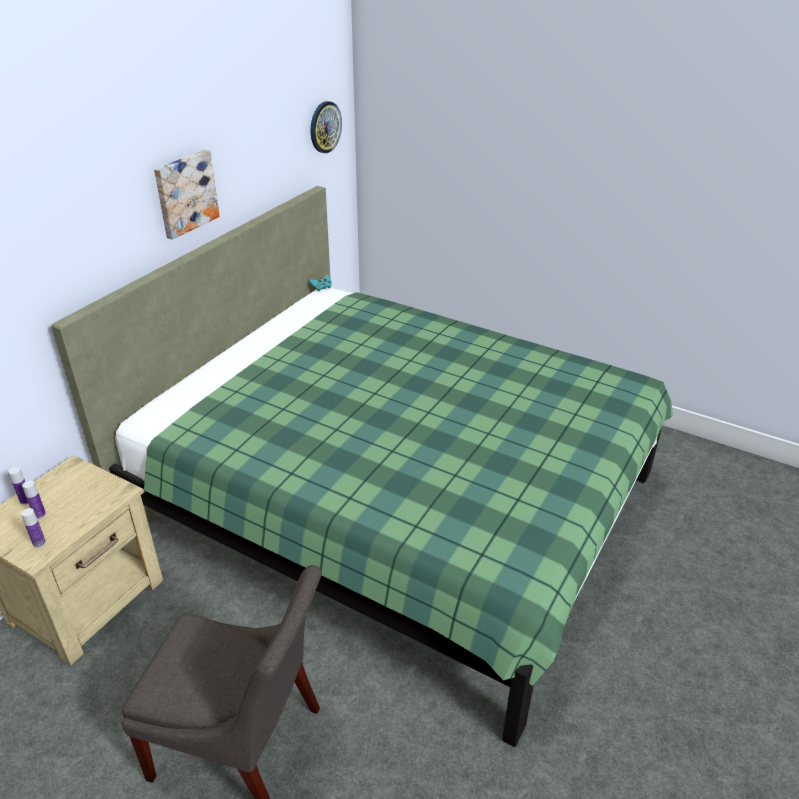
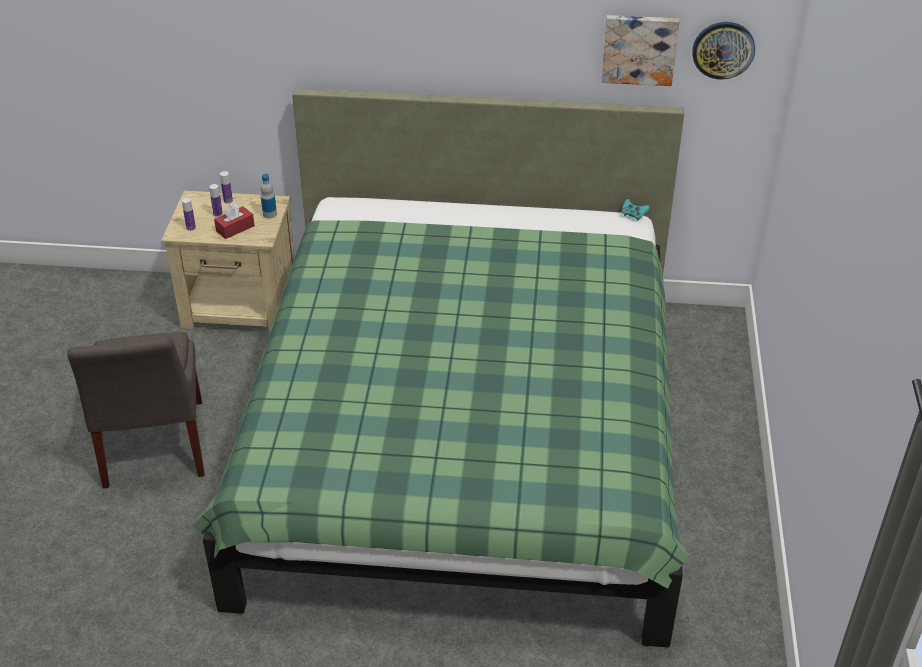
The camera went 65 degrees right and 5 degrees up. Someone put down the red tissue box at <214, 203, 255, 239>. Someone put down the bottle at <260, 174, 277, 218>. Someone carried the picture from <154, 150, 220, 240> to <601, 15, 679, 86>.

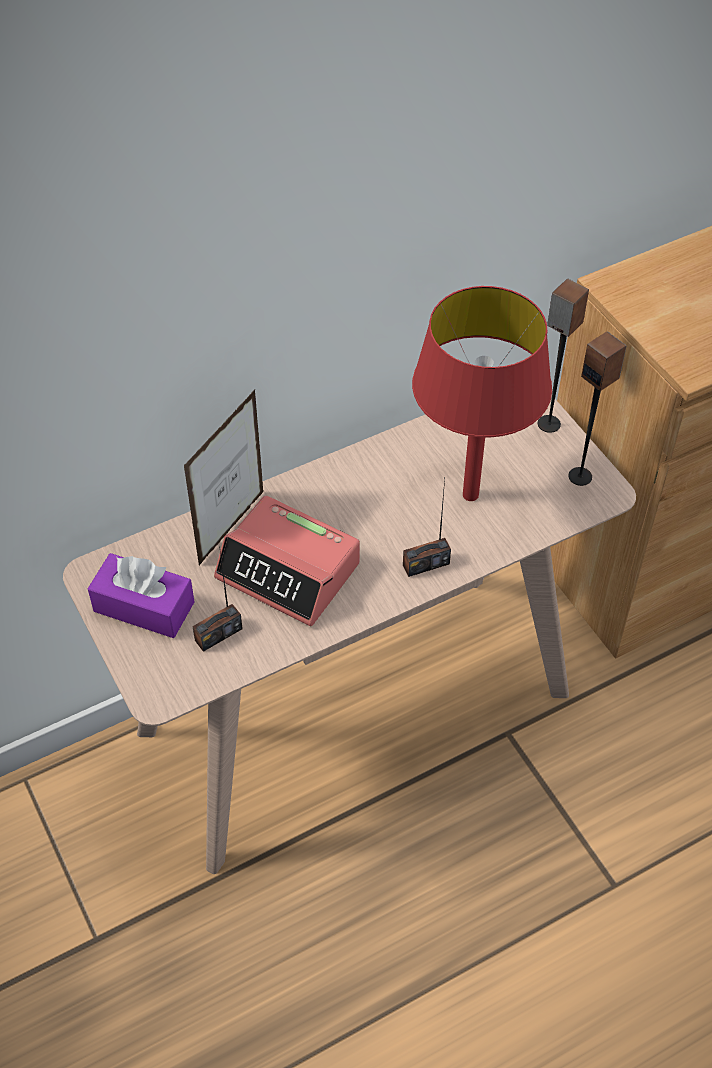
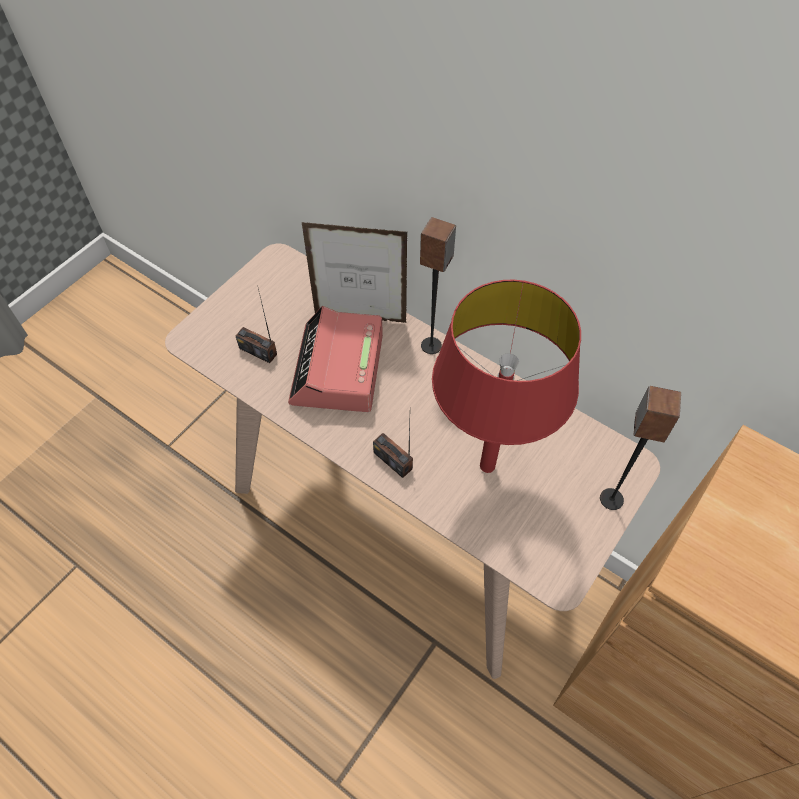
The camera went 65 degrees right and 5 degrees up. Someone carried the speaker from <568, 331, 627, 486> to <420, 217, 456, 354>. Someone took away the purple tissue box at <88, 553, 195, 638>.

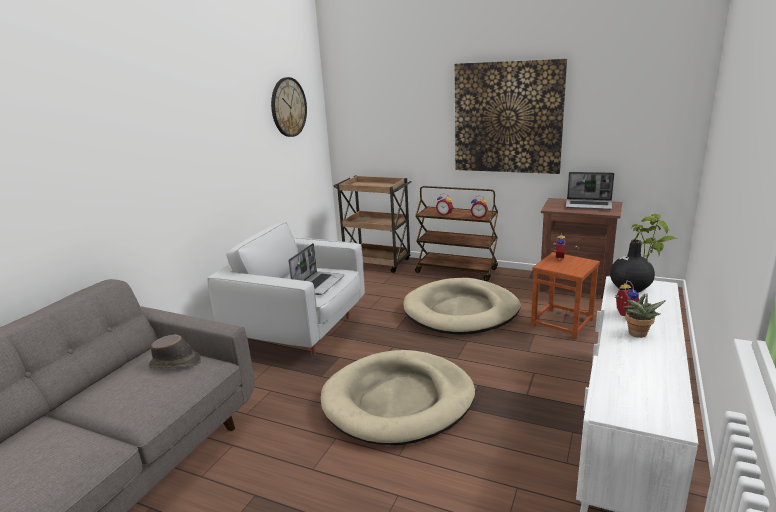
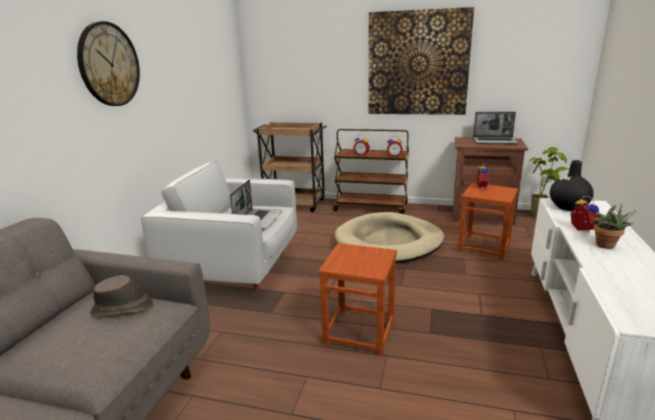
The camera went 10 degrees left and 0 degrees up. Someone carried the wall clock from <271, 77, 307, 137> to <77, 21, 140, 106>. Someone swapped the beige dog bed at <321, 350, 475, 446> for the brown stool at <318, 243, 397, 356>.

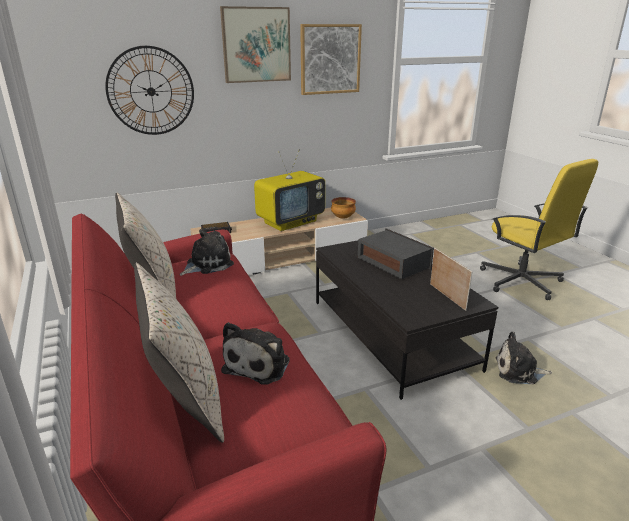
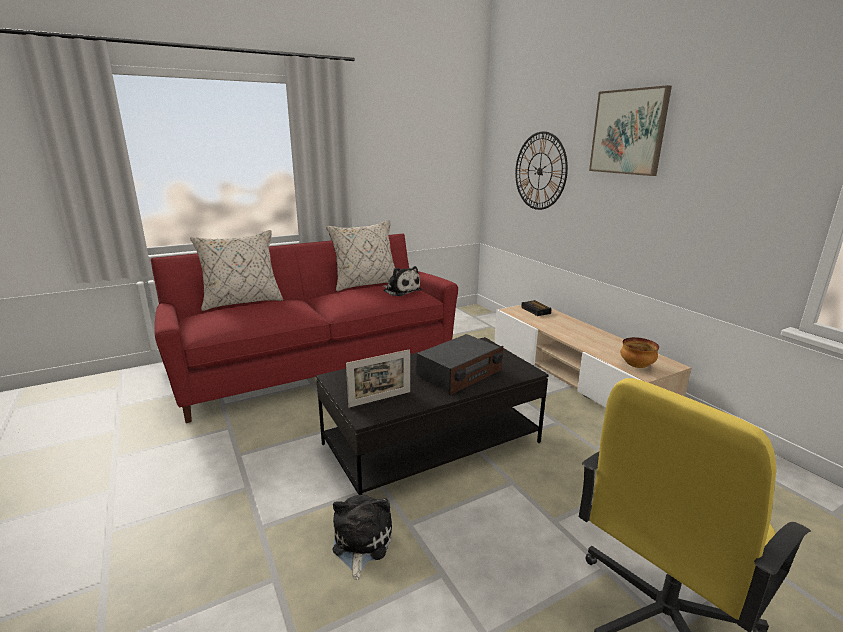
The camera went 85 degrees right and 5 degrees down. Someone took away the plush toy at <221, 322, 290, 385>. Someone took away the television at <254, 149, 325, 231>. Someone took away the picture at <300, 24, 362, 95>.

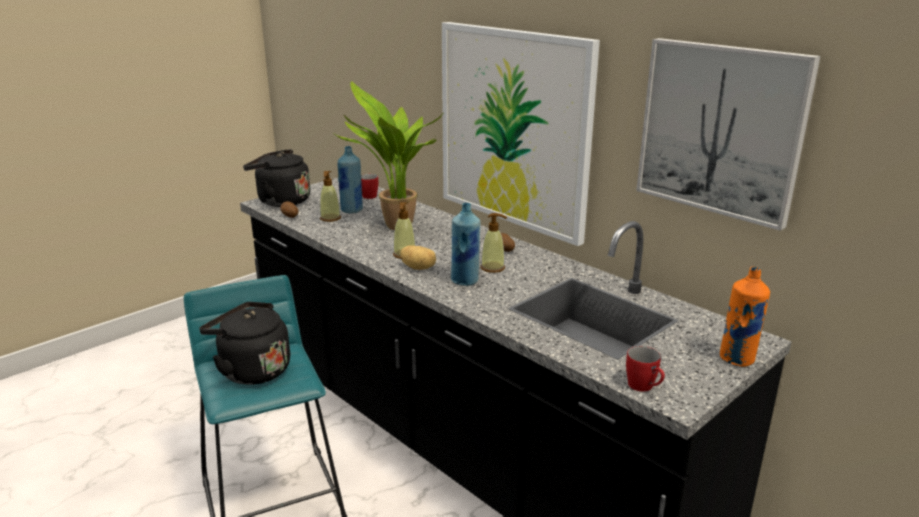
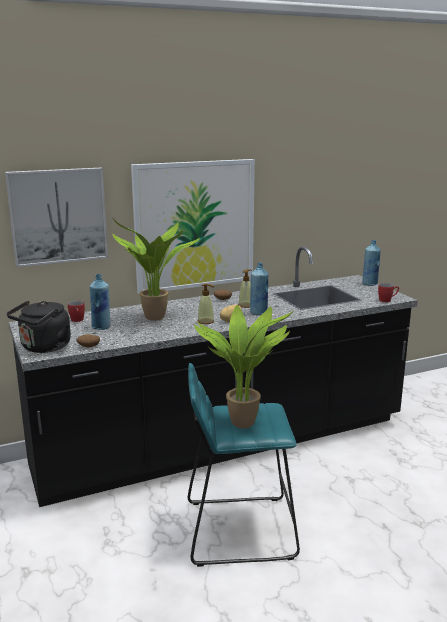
The camera went 70 degrees left and 5 degrees down. Someone carried the picture from <636, 38, 821, 231> to <5, 168, 108, 267>. Someone swapped the black kettle at <199, 302, 290, 385> for the potted plant at <194, 305, 295, 428>. Someone repainted the orange bottle at <720, 267, 770, 367>, which became the blue bottle at <362, 240, 381, 286>. Someone took away the soap dispenser at <320, 171, 341, 222>.

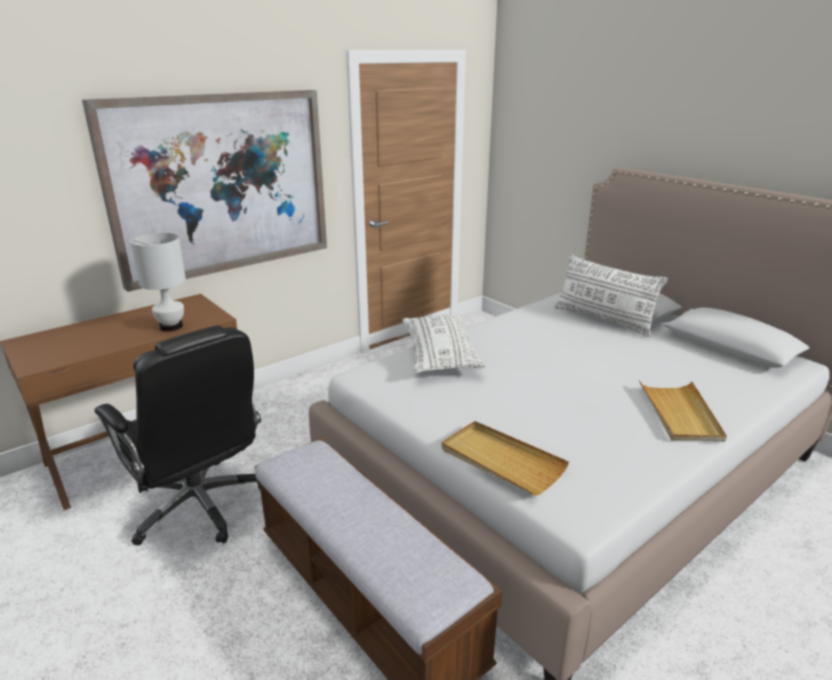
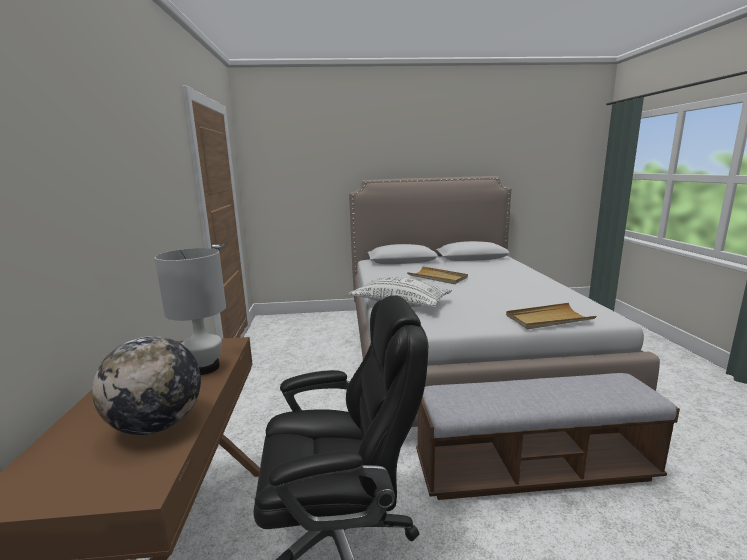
The camera went 55 degrees left and 10 degrees down. Someone put down the globe at <92, 336, 201, 435>. Someone carried the beige tray from <639, 380, 727, 442> to <407, 266, 468, 284>. Someone took away the picture at <82, 90, 327, 292>. Someone took away the white pillow at <555, 254, 668, 337>.

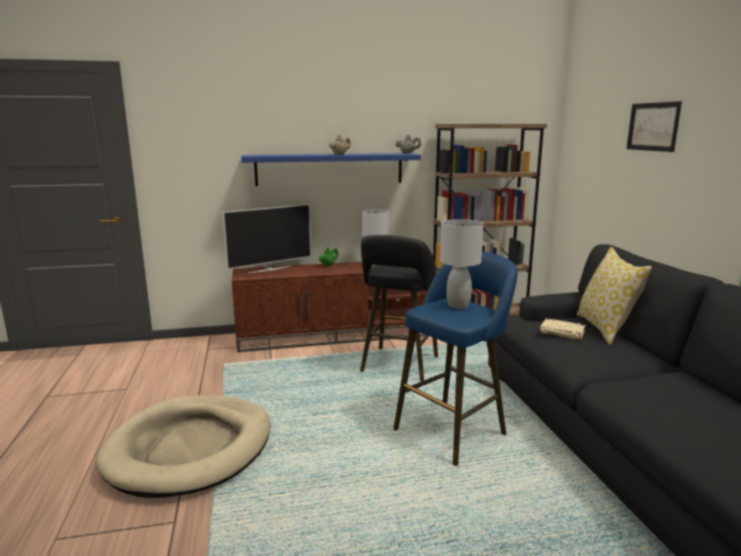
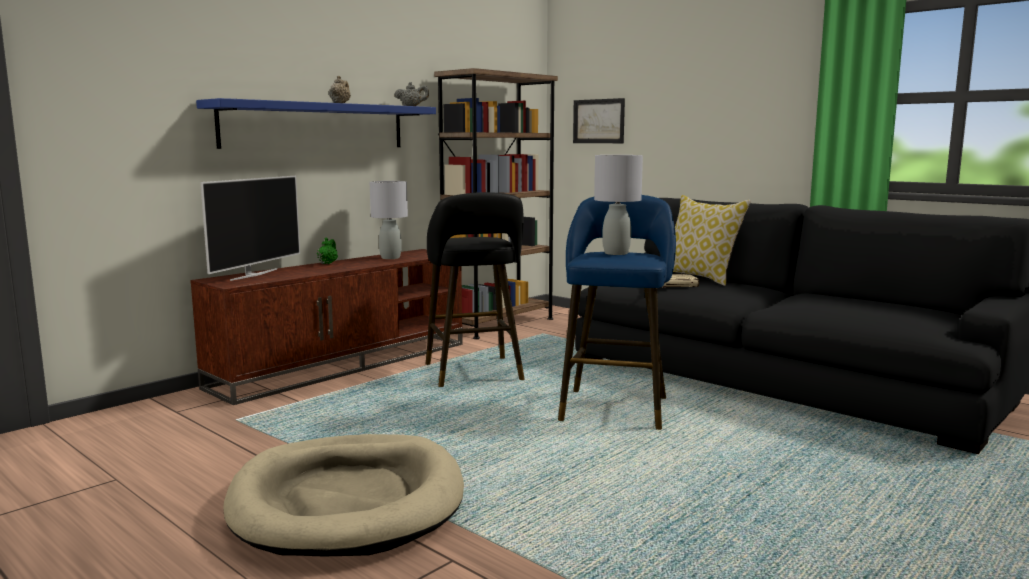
The camera went 35 degrees left and 5 degrees down. Someone carried the picture from <627, 101, 682, 152> to <573, 98, 625, 143>.

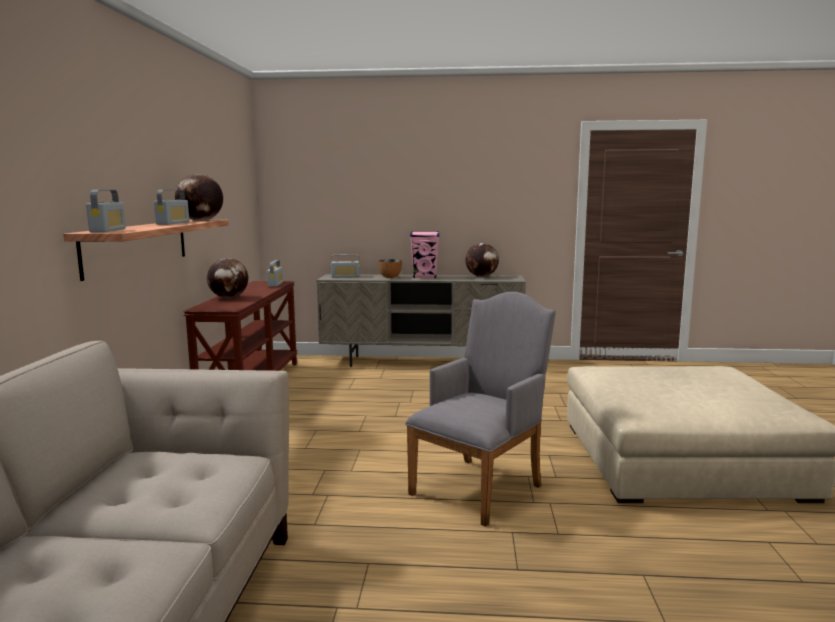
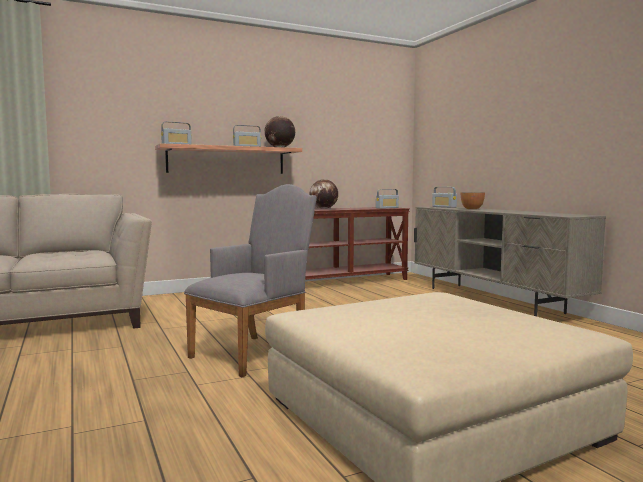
The camera went 60 degrees right and 5 degrees down. Someone rotated the grey armchair at <405, 292, 556, 527> by 60 degrees counterclockwise. Someone took away the pink speaker at <410, 231, 439, 278>. Someone took away the globe at <466, 243, 499, 277>.

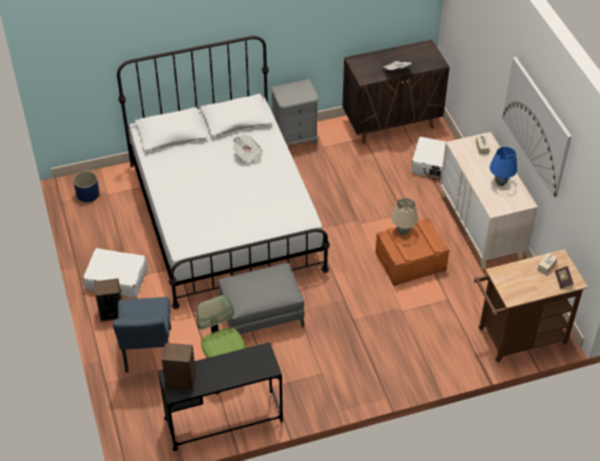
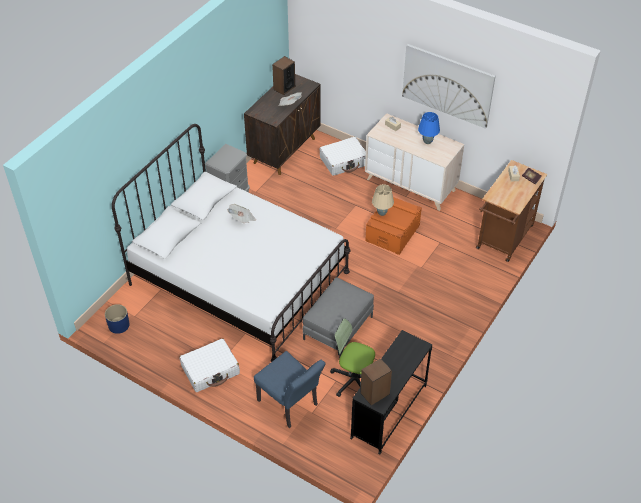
The camera went 40 degrees left and 0 degrees up. Someone carried the speaker from <94, 278, 122, 322> to <272, 56, 295, 95>.

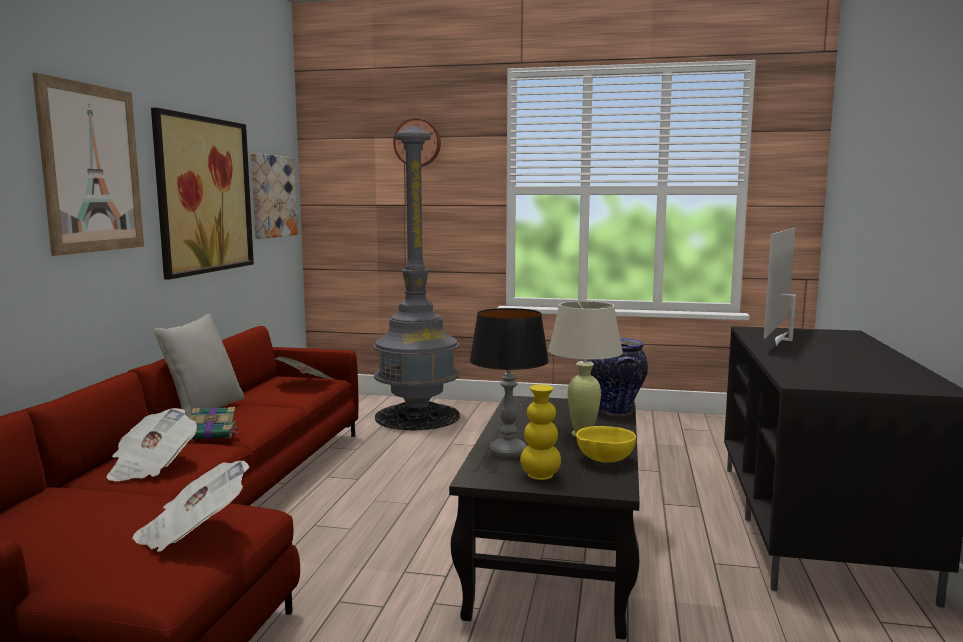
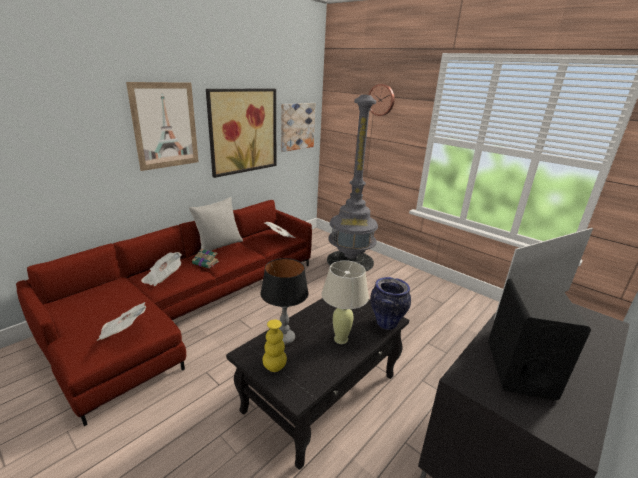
The camera went 30 degrees right and 15 degrees up. Someone put down the black speaker at <488, 278, 591, 400>. Someone took away the yellow bowl at <576, 426, 636, 463>.

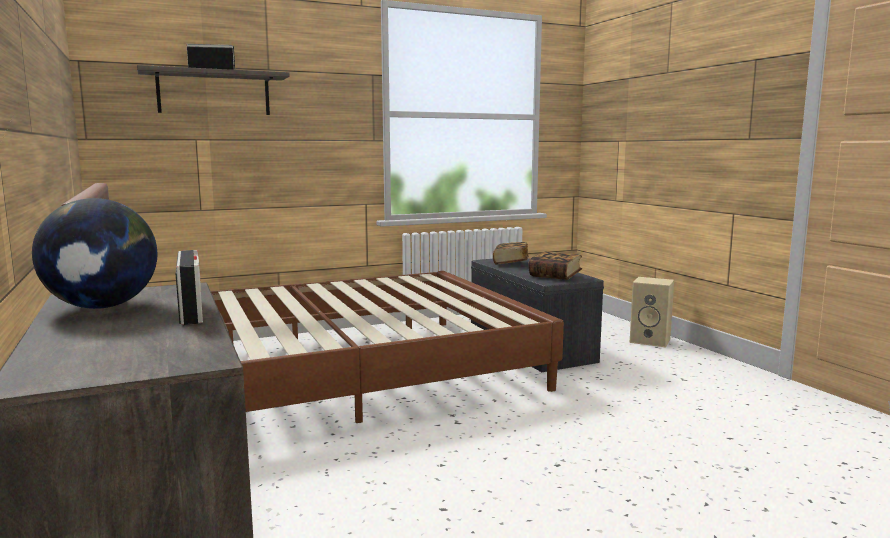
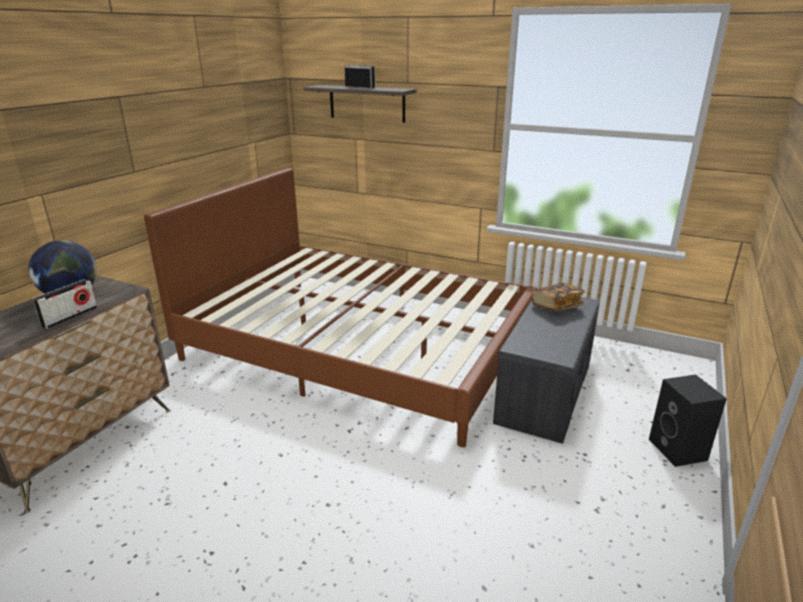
The camera went 50 degrees right and 15 degrees up. Someone repainted the beige speaker at <630, 277, 674, 347>, which became the black speaker at <649, 375, 727, 467>. Someone took away the book at <528, 252, 582, 280>.

